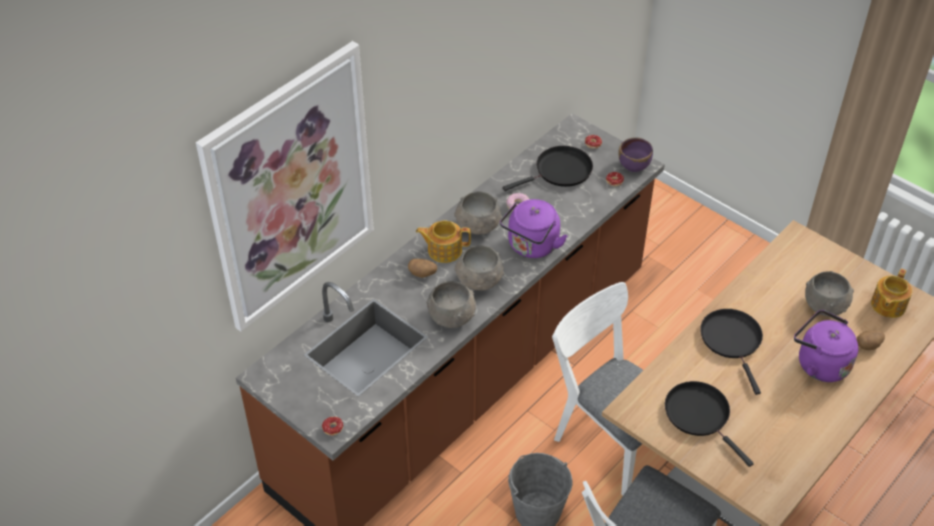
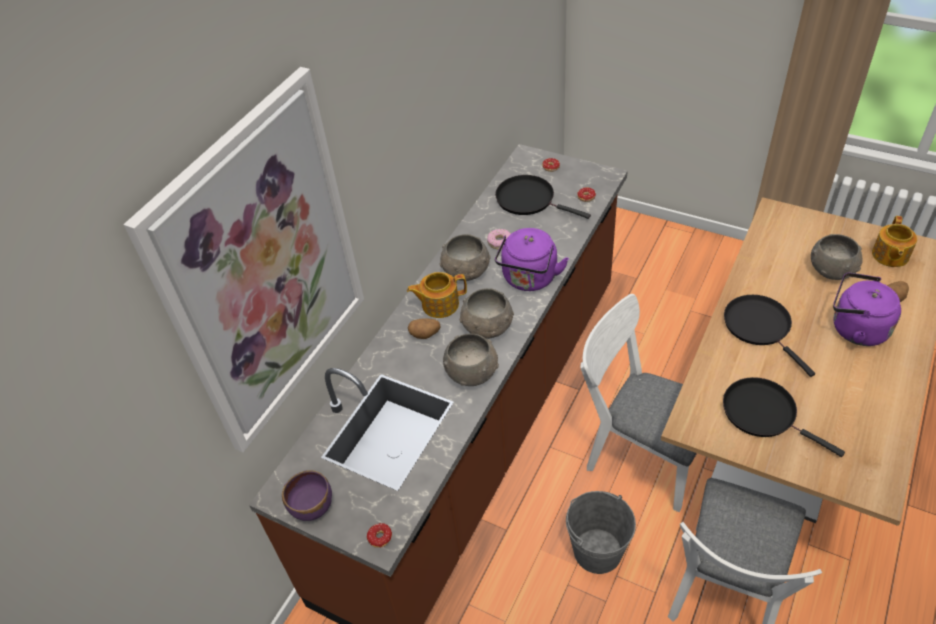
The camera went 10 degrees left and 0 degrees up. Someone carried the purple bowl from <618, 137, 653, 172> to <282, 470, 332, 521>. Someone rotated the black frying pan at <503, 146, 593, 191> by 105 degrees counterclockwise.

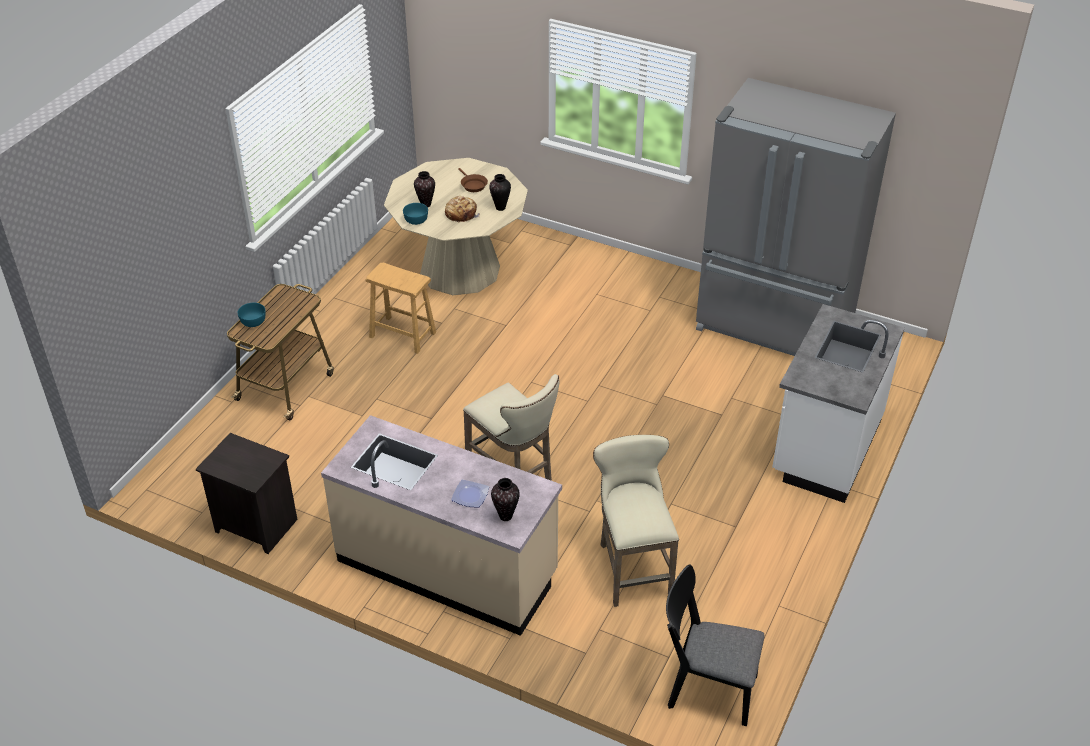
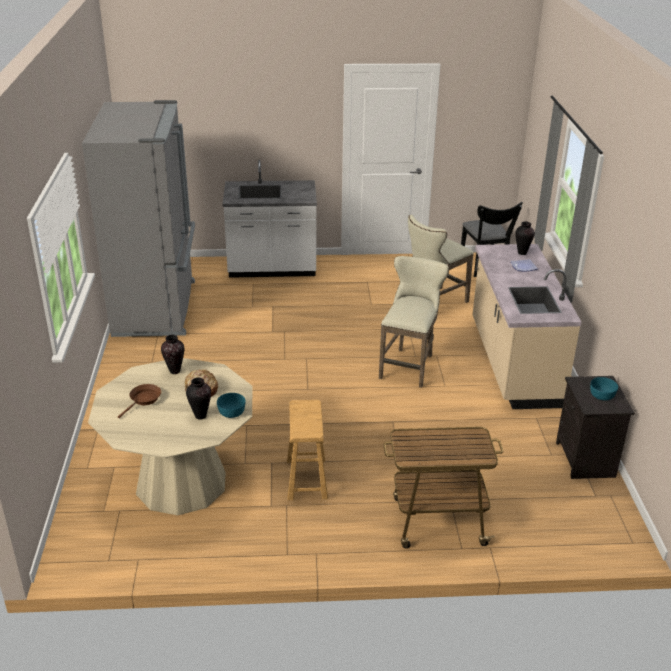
The camera went 120 degrees left and 10 degrees down. Someone carried the turquoise bowl from <238, 303, 266, 327> to <590, 377, 618, 400>.

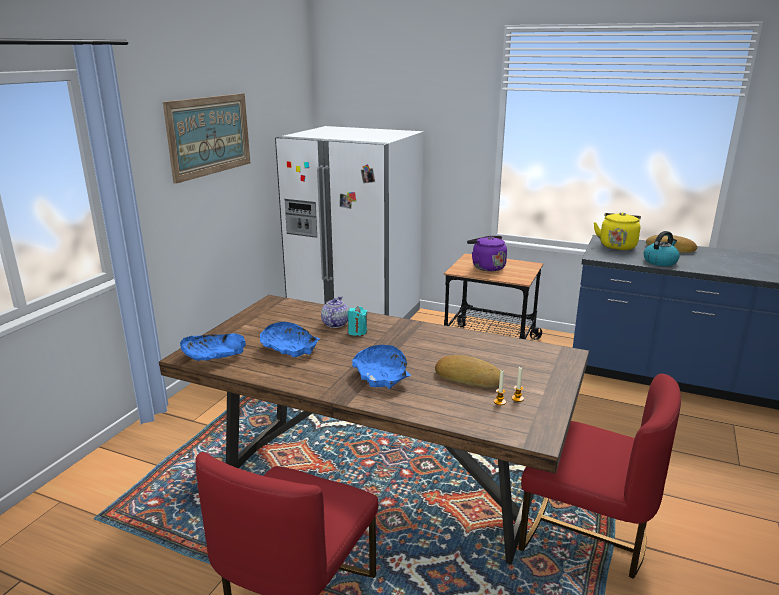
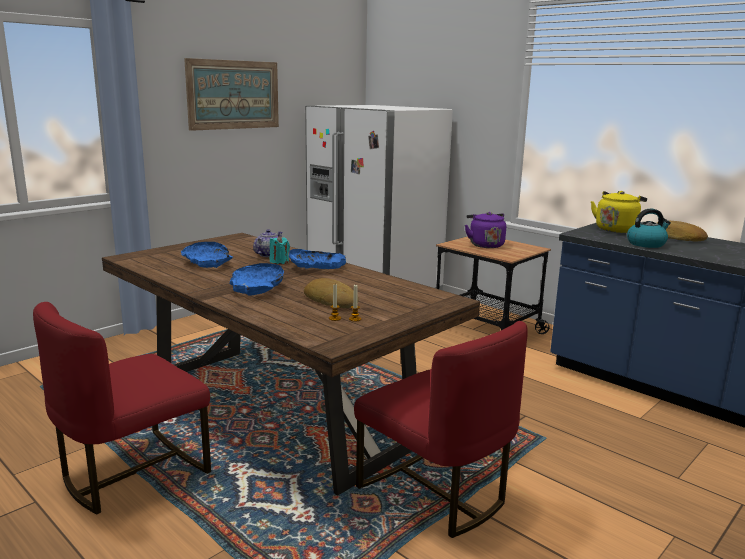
The camera went 20 degrees right and 5 degrees down. Someone carried the blue bowl from <180, 333, 246, 361> to <289, 249, 346, 269>.

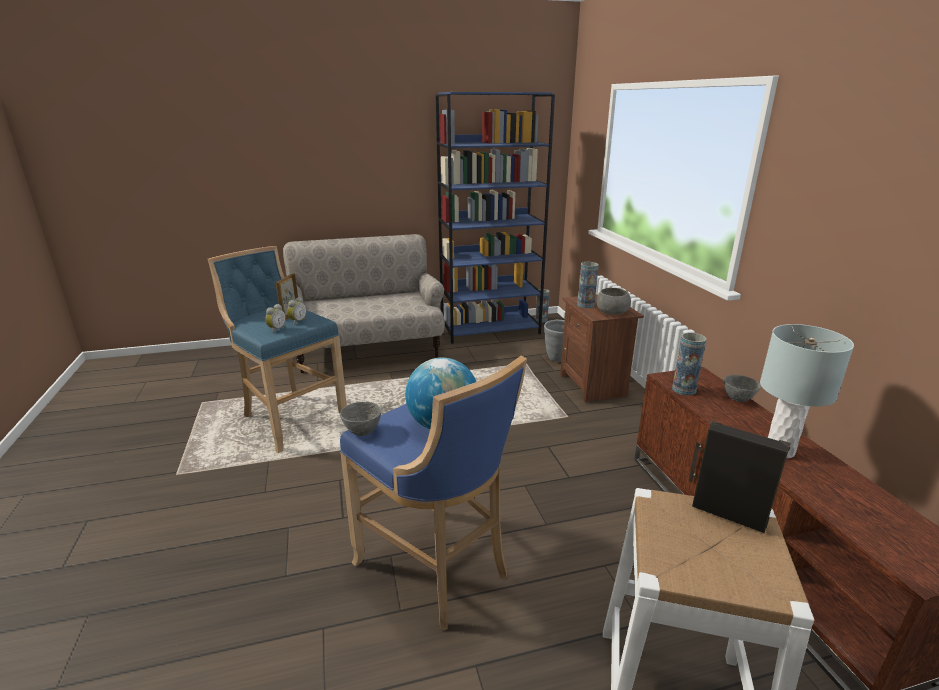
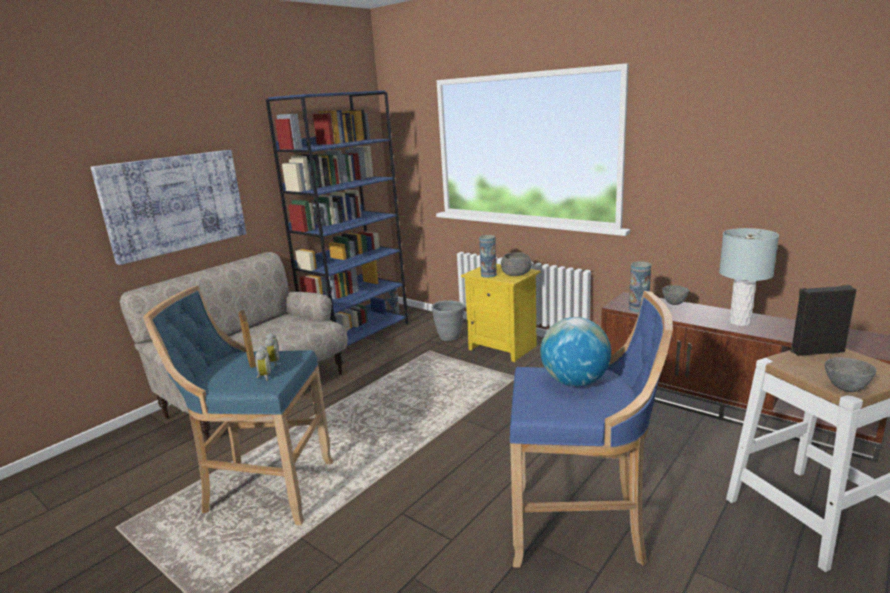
The camera went 35 degrees left and 5 degrees down. Someone put up the picture at <91, 150, 246, 265>. Someone repainted the brown nightstand at <560, 294, 644, 403>, which became the yellow nightstand at <461, 264, 541, 362>. Someone carried the grey bowl from <340, 402, 381, 436> to <825, 357, 877, 392>.

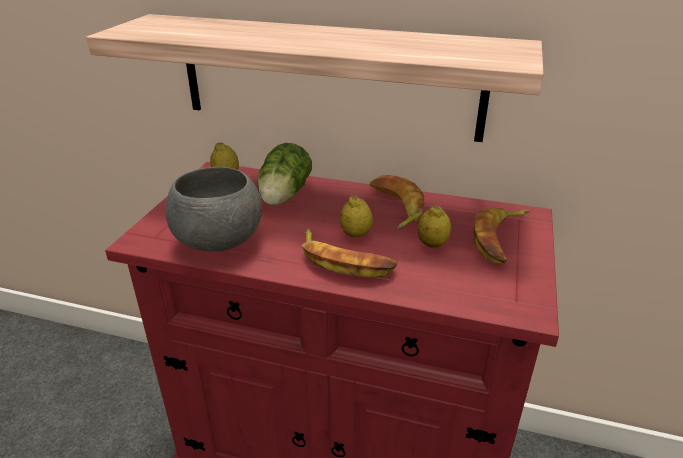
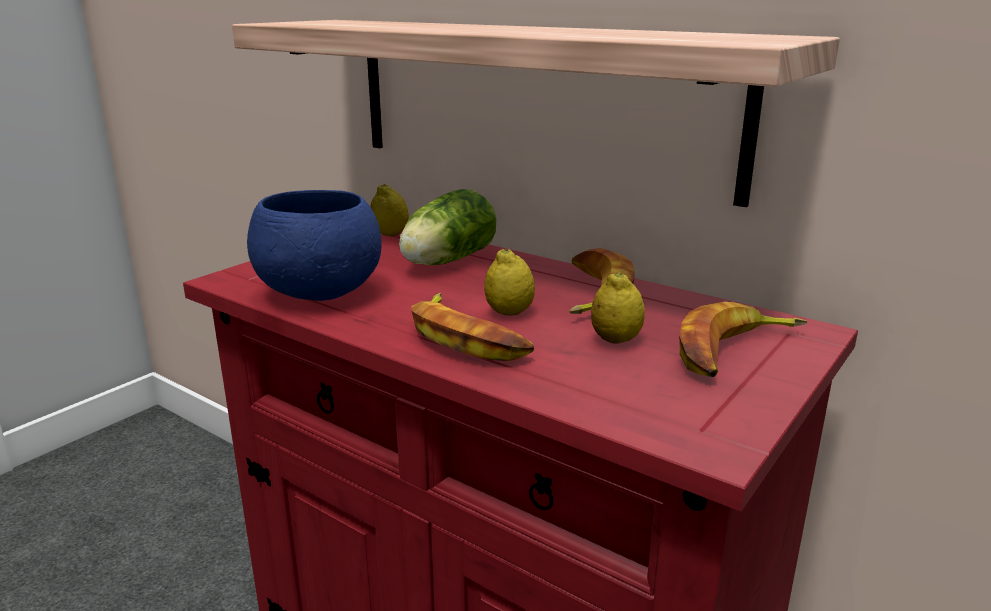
The camera went 20 degrees right and 10 degrees down. Someone repainted the grey bowl at <165, 167, 262, 251>, which became the blue bowl at <247, 190, 382, 301>.

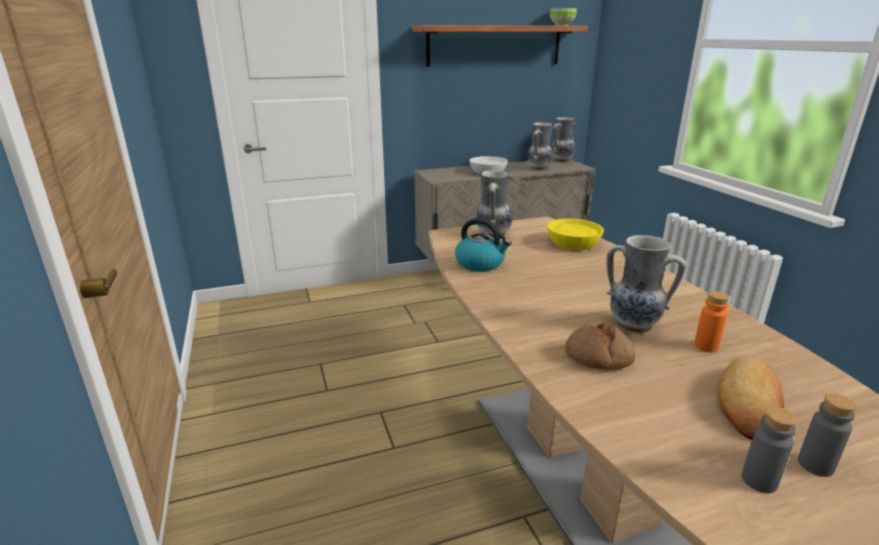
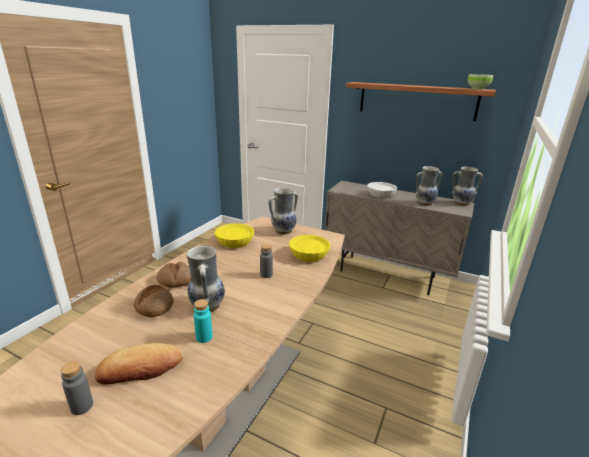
The camera went 45 degrees right and 0 degrees up. Someone put down the bread at <157, 262, 191, 287>. Someone repainted the orange bottle at <694, 291, 729, 352>, which became the turquoise bottle at <194, 299, 212, 343>. Someone swapped the kettle at <455, 218, 512, 272> for the yellow bowl at <215, 223, 254, 248>. Someone carried the grey bottle from <742, 407, 798, 493> to <260, 244, 273, 278>.

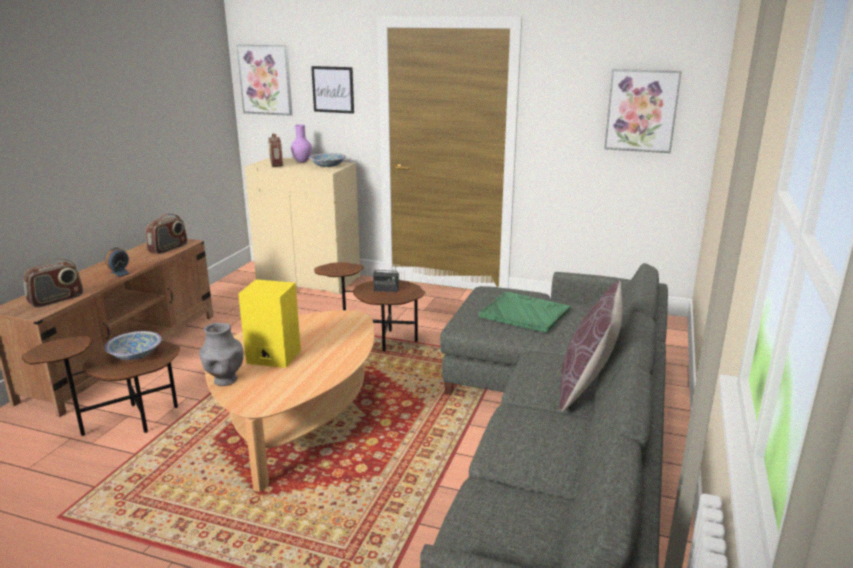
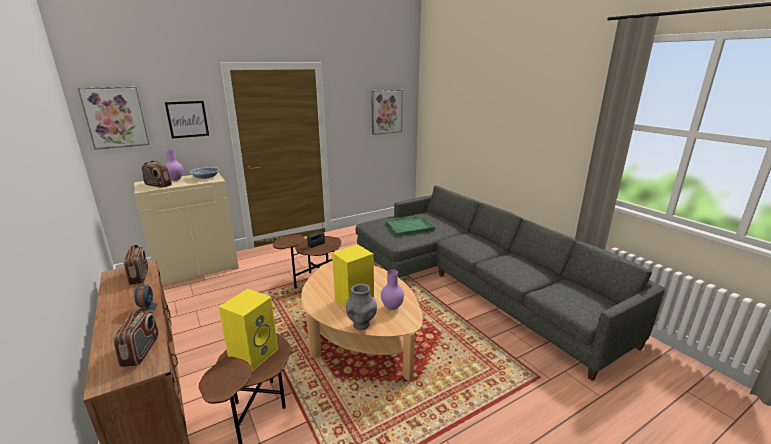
The camera went 50 degrees left and 0 degrees up. Someone swapped the bowl at <105, 331, 161, 360> for the yellow speaker at <219, 289, 278, 372>. Someone put down the purple vase at <381, 270, 404, 310>. Someone took away the brown pillow at <560, 281, 622, 412>.

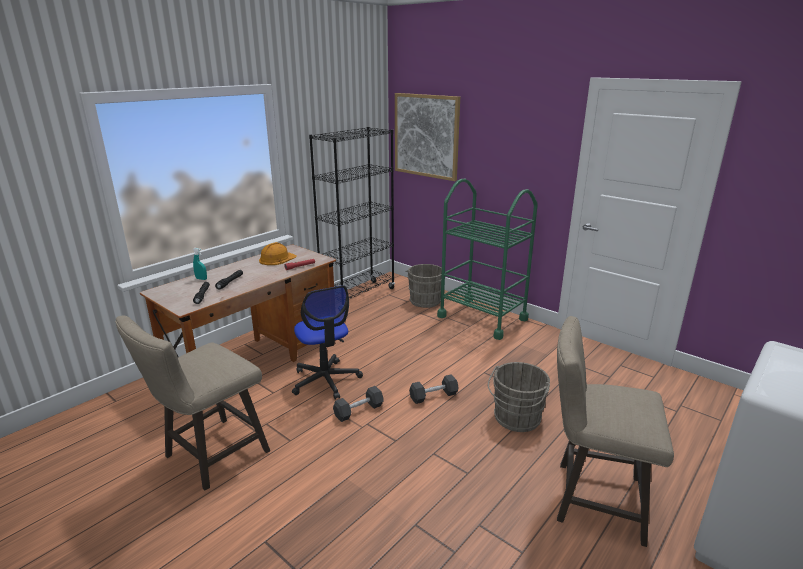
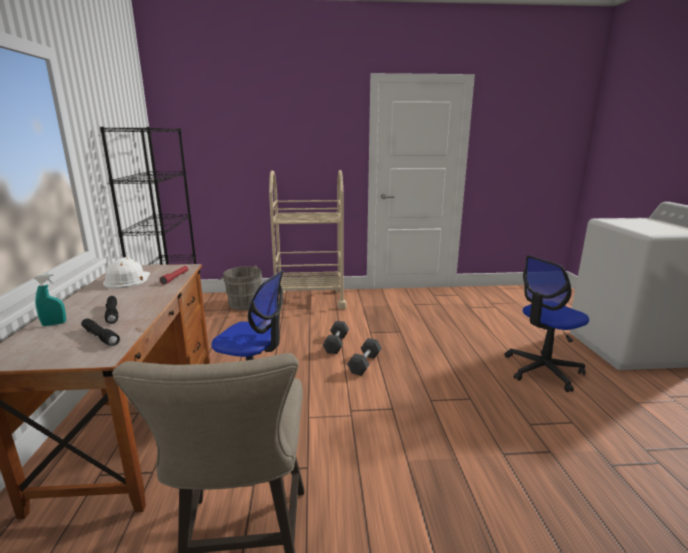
The camera went 45 degrees left and 5 degrees down. Someone repainted the orange hard hat at <259, 242, 297, 265>, which became the white hard hat at <103, 257, 150, 289>. Someone repainted the green cart at <437, 179, 538, 340>, which became the beige cart at <269, 170, 346, 309>. Someone carried the black dumbbell from <333, 386, 384, 422> to <323, 321, 349, 354>. Someone swapped the beige stool at <557, 316, 674, 547> for the office chair at <505, 255, 589, 392>. Someone took away the picture at <395, 93, 460, 181>. Someone took away the grey bucket at <488, 362, 550, 432>.

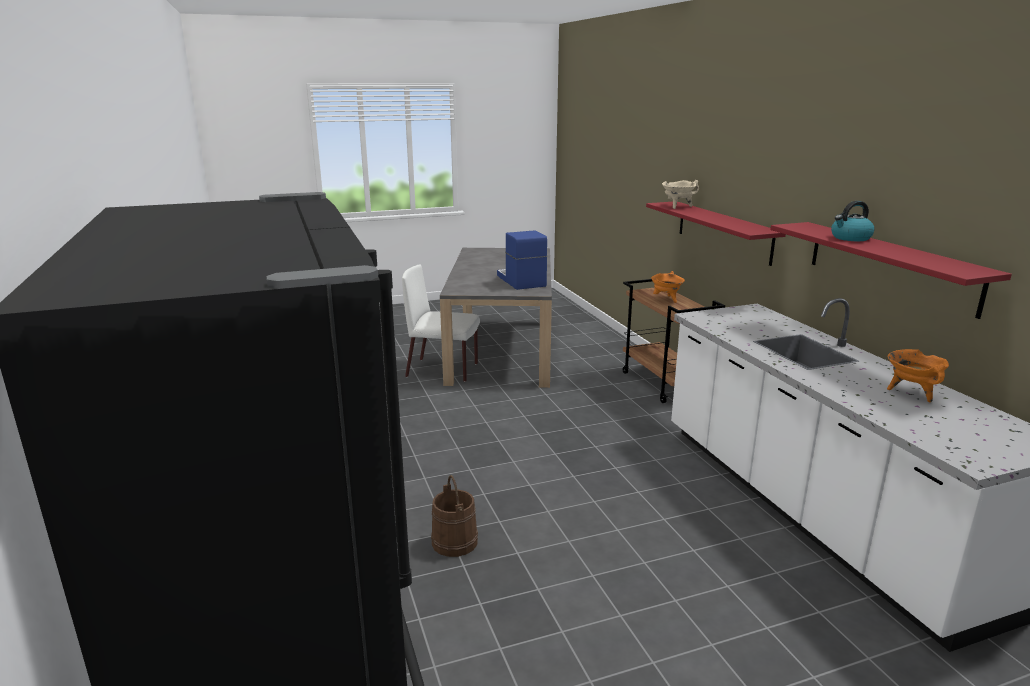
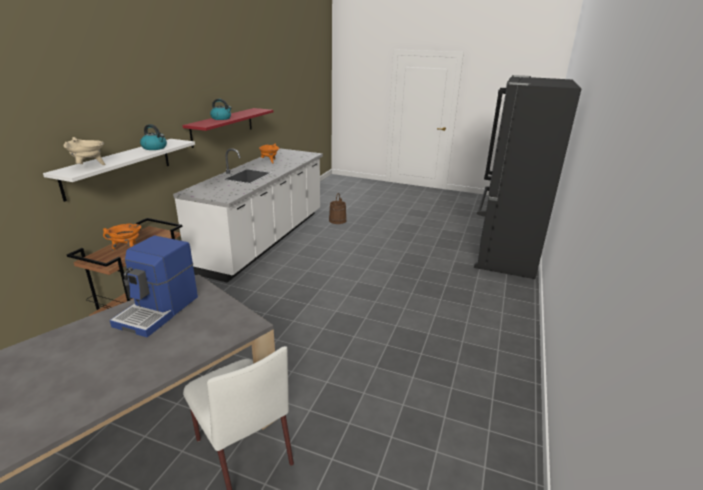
The camera went 140 degrees left and 5 degrees up. Someone repainted the red shelf at <646, 202, 786, 266>, which became the white shelf at <43, 139, 195, 202>. Someone put down the kettle at <140, 124, 167, 150>. Someone carried the brown bucket from <431, 475, 478, 557> to <329, 193, 347, 224>.

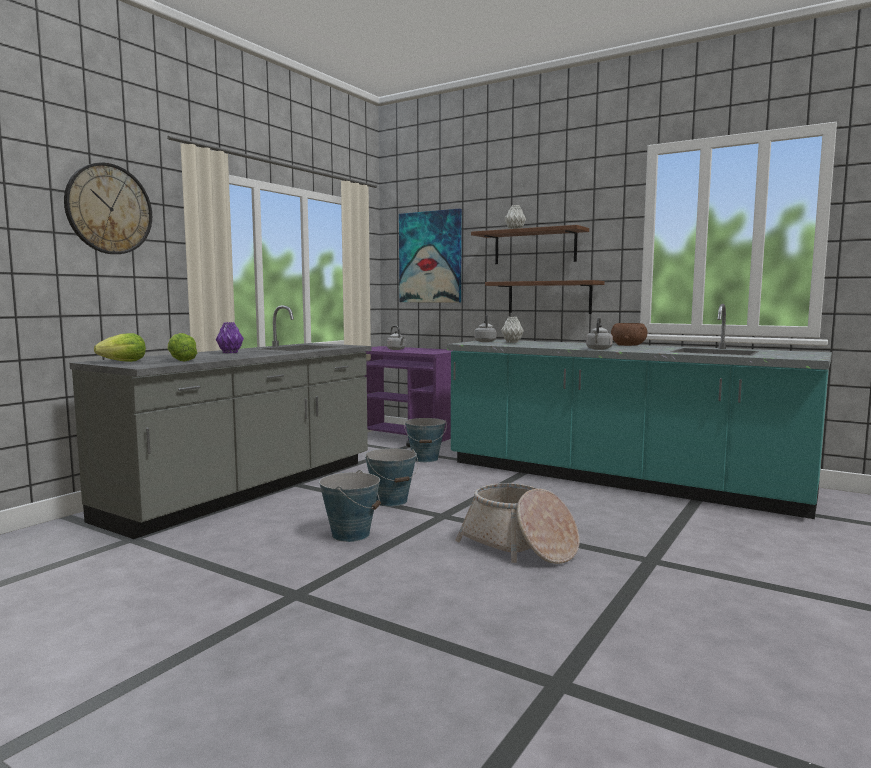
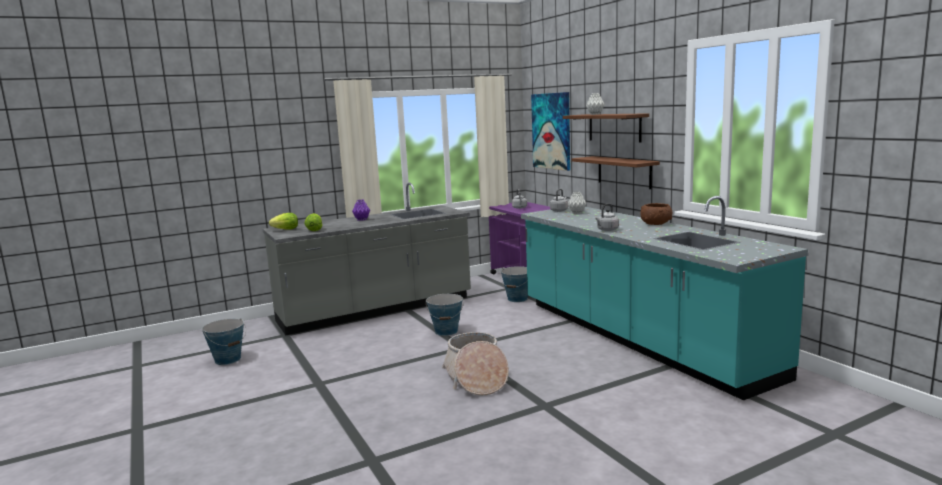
The camera went 30 degrees right and 5 degrees up. Someone carried the bucket from <319, 470, 381, 542> to <202, 318, 246, 365>. Someone took away the wall clock at <64, 162, 152, 254>.

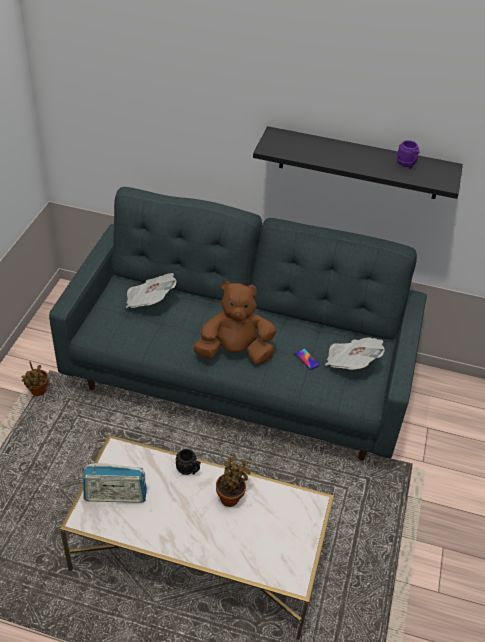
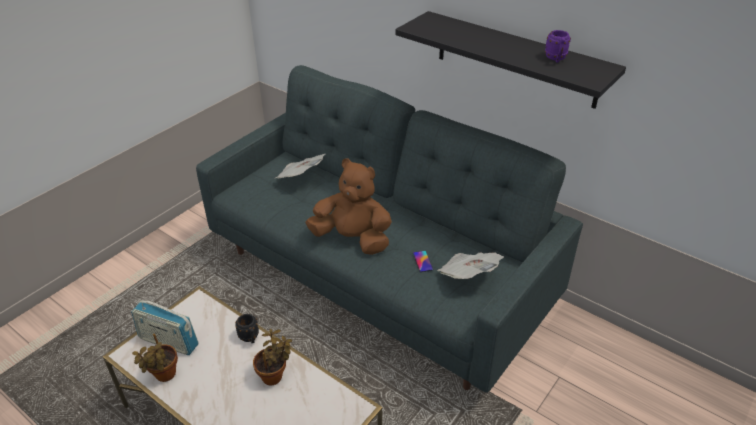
The camera went 25 degrees right and 5 degrees down. Someone carried the potted plant from <21, 362, 49, 396> to <132, 334, 178, 382>.

